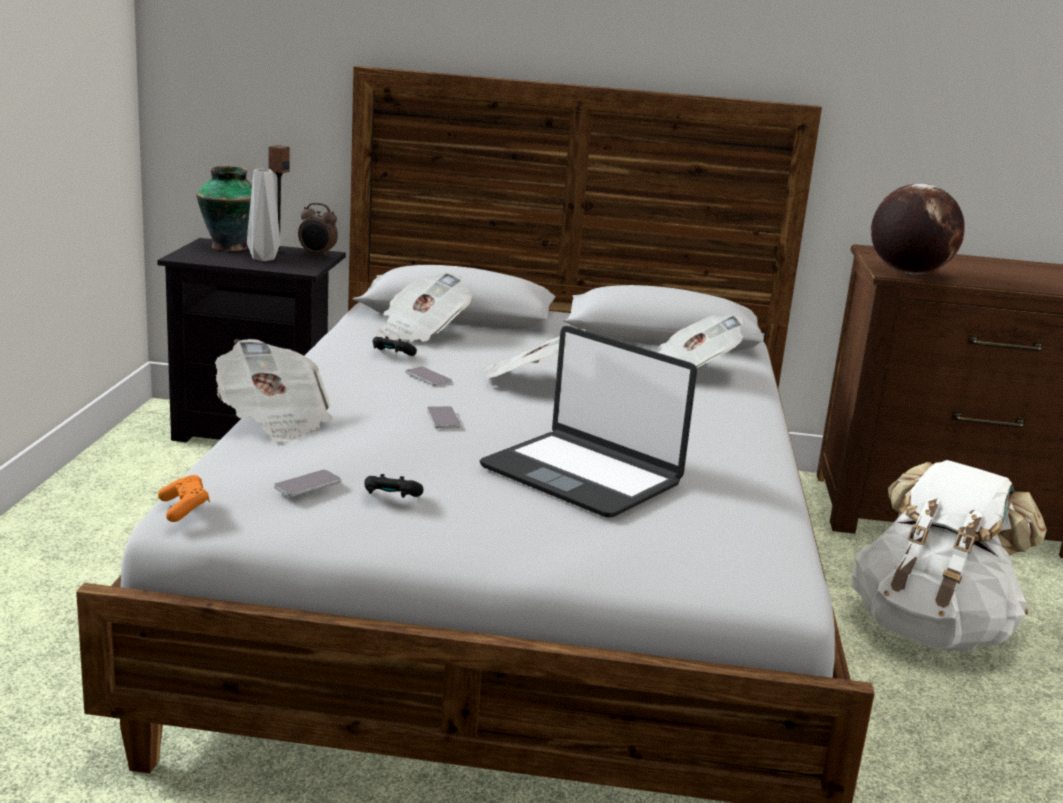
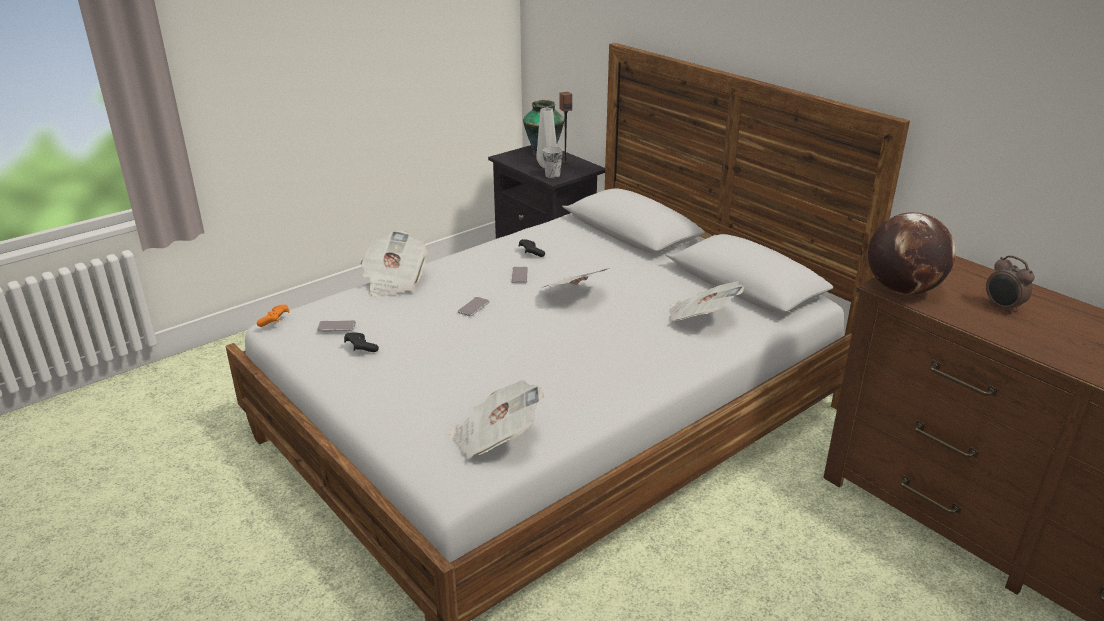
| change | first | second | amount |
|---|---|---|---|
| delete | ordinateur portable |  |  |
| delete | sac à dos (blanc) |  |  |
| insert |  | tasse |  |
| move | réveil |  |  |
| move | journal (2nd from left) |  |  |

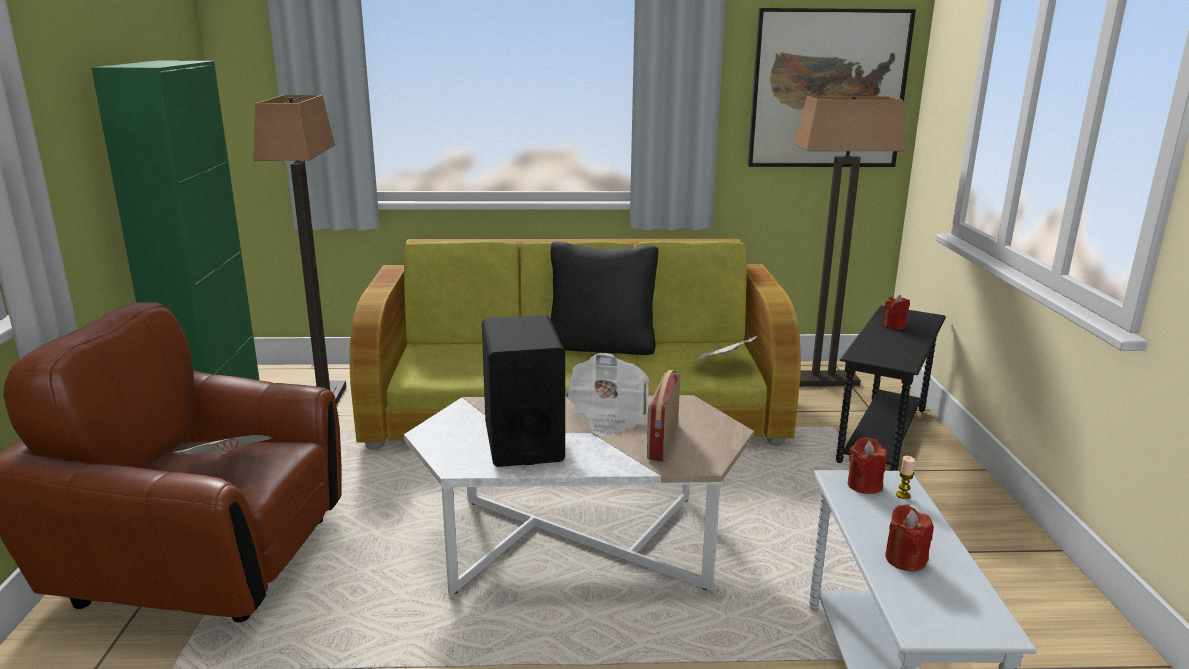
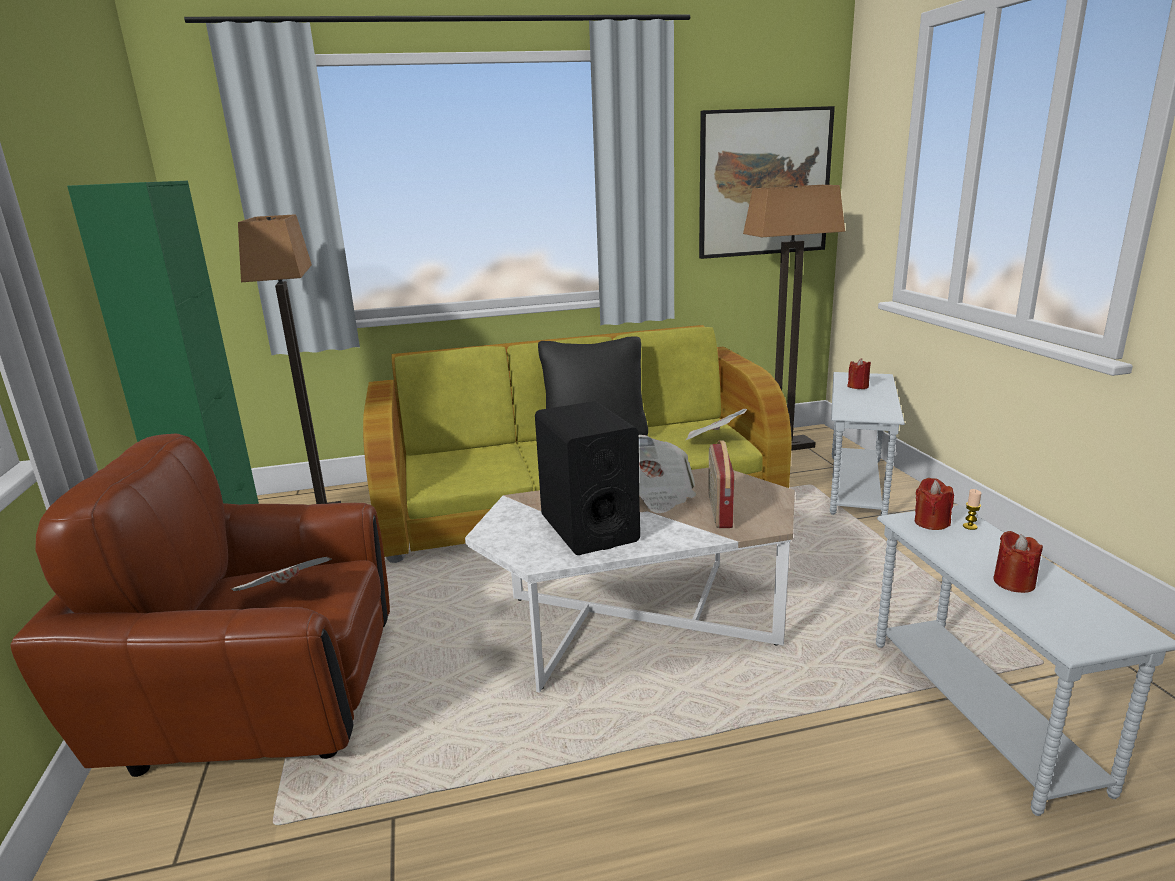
| change | first | second | amount |
|---|---|---|---|
| recolor | table d'appoint (noir) | table d'appoint (blanc) (1st from left) |  |

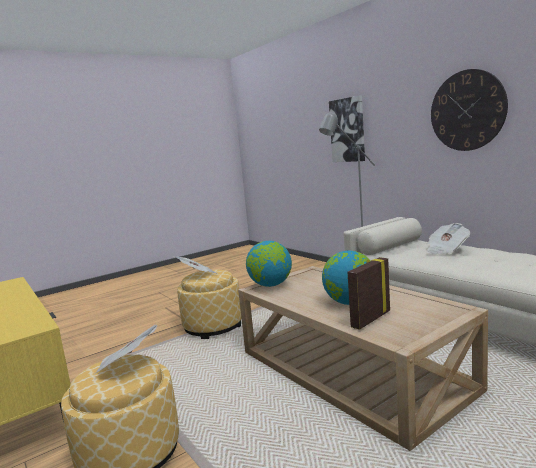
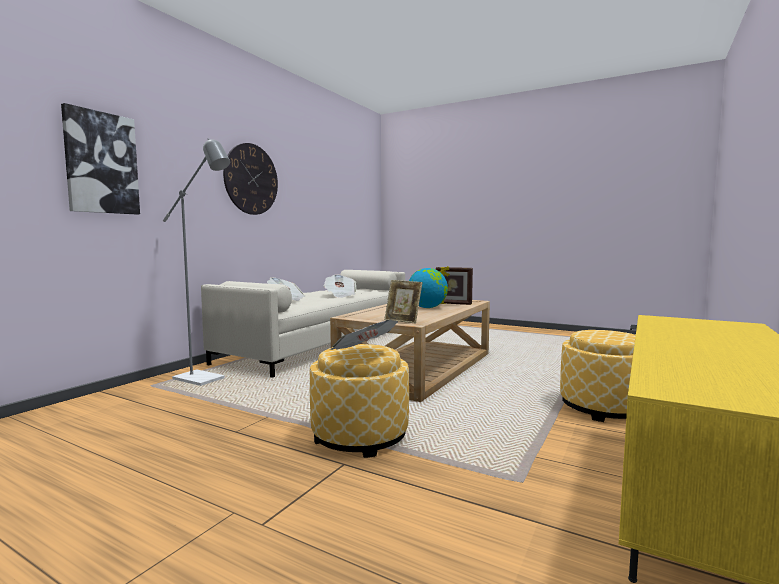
| change | first | second | amount |
|---|---|---|---|
| move | journal (1st from left in the first image) | journal (2nd from left) |  |
| replace | globe (1st from left) | cadre photo (1st from left) |  |

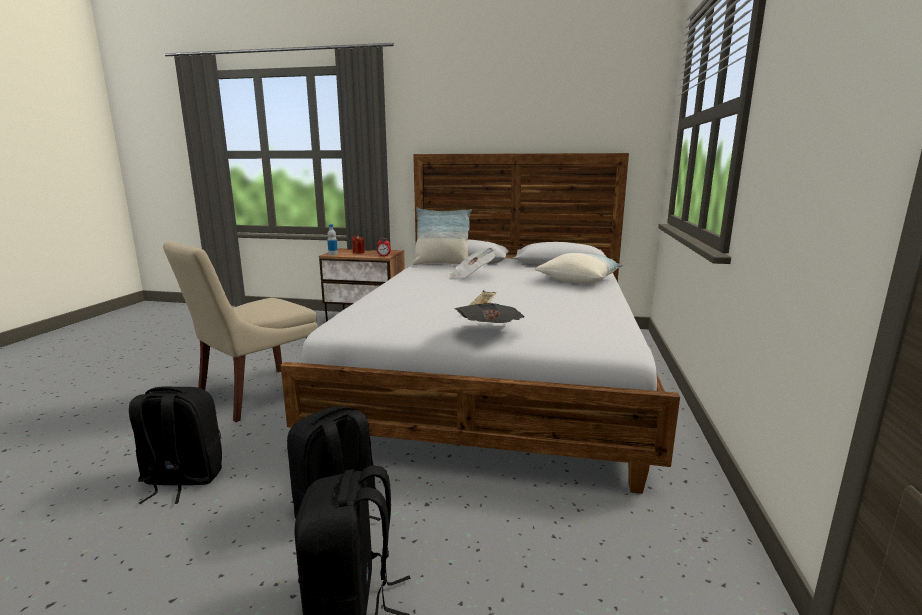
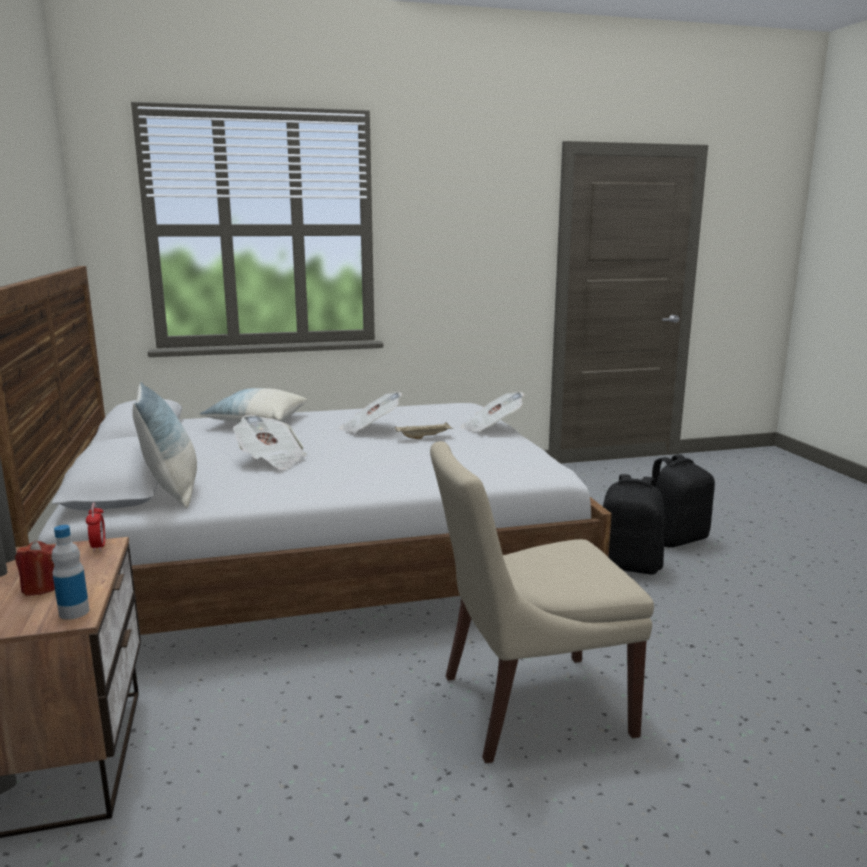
| change | first | second | amount |
|---|---|---|---|
| delete | sac à dos (noir) (1st from left) |  |  |
| insert |  | journal (2nd from left) |  |
| rotate | chaise (beige) |  | 150 degrees clockwise |

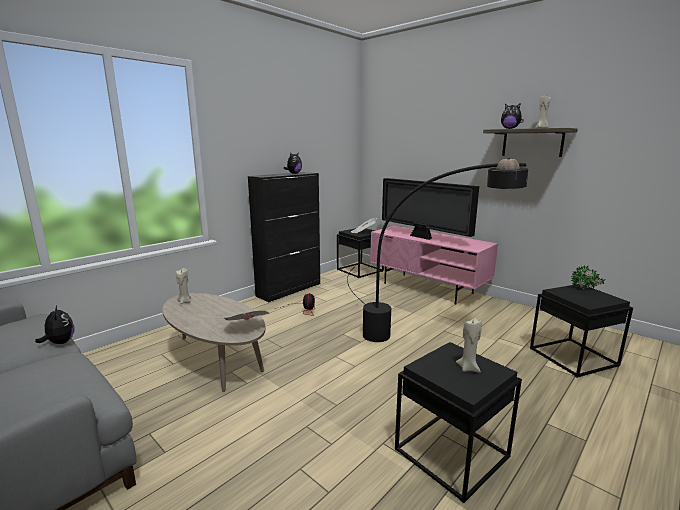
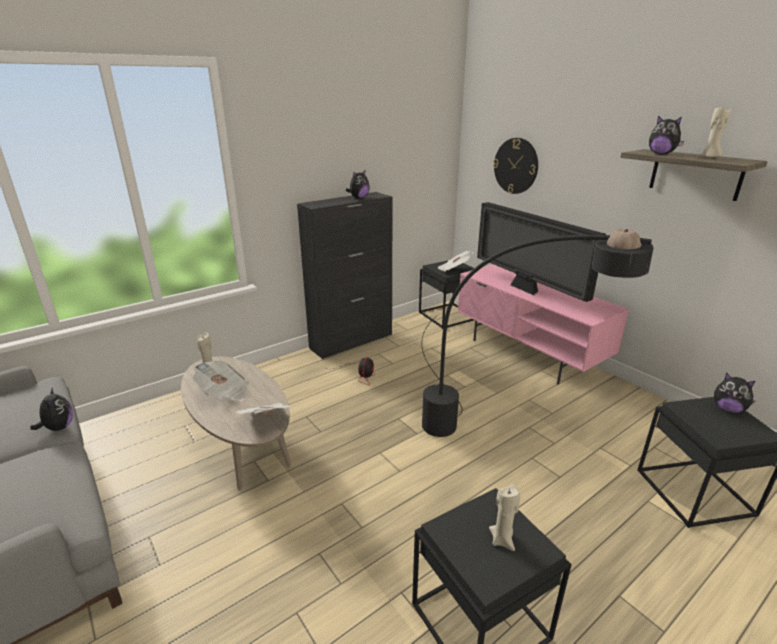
| change | first | second | amount |
|---|---|---|---|
| insert |  | journal (1st from left) |  |
| insert |  | horloge murale |  |
| replace | plante en pot | peluche (4th from left) |  |

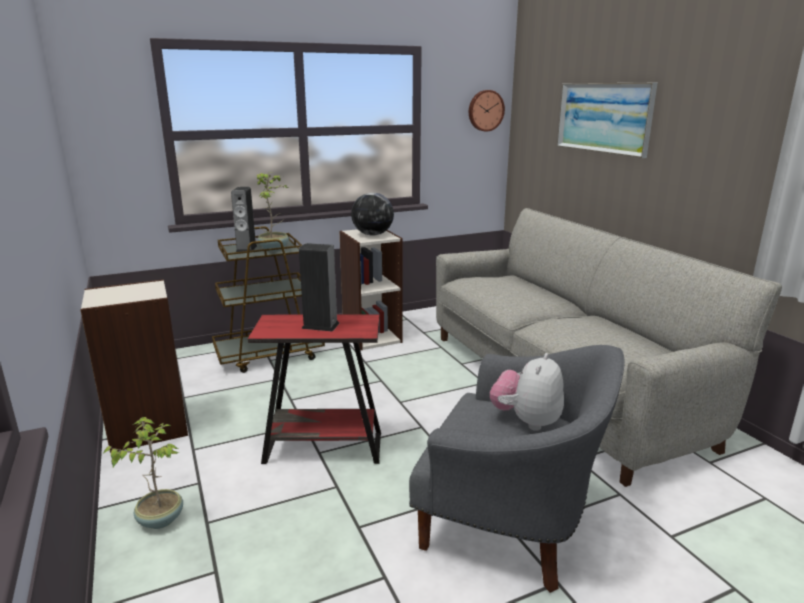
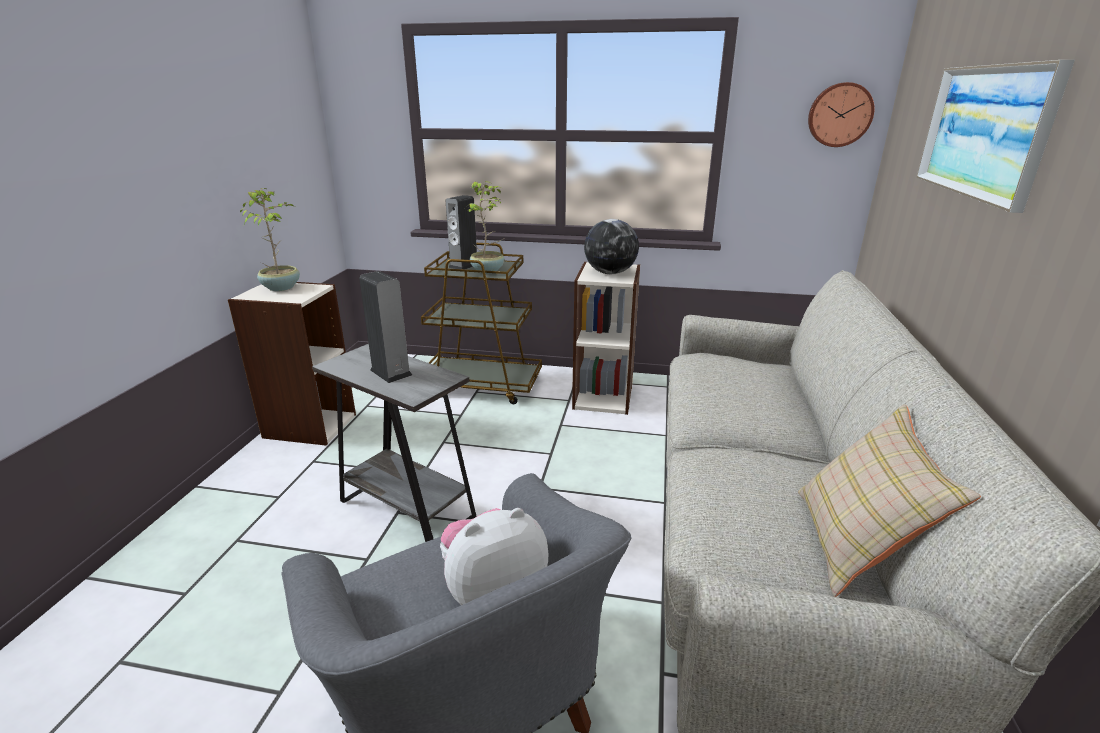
| change | first | second | amount |
|---|---|---|---|
| insert |  | coussin (beige) |  |
| move | plante en pot (1st from left) |  |  |
| recolor | table d'appoint (rouge) | table d'appoint (gris) |  |

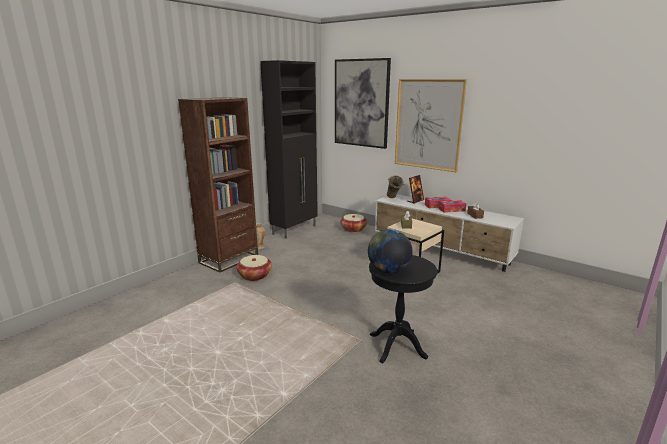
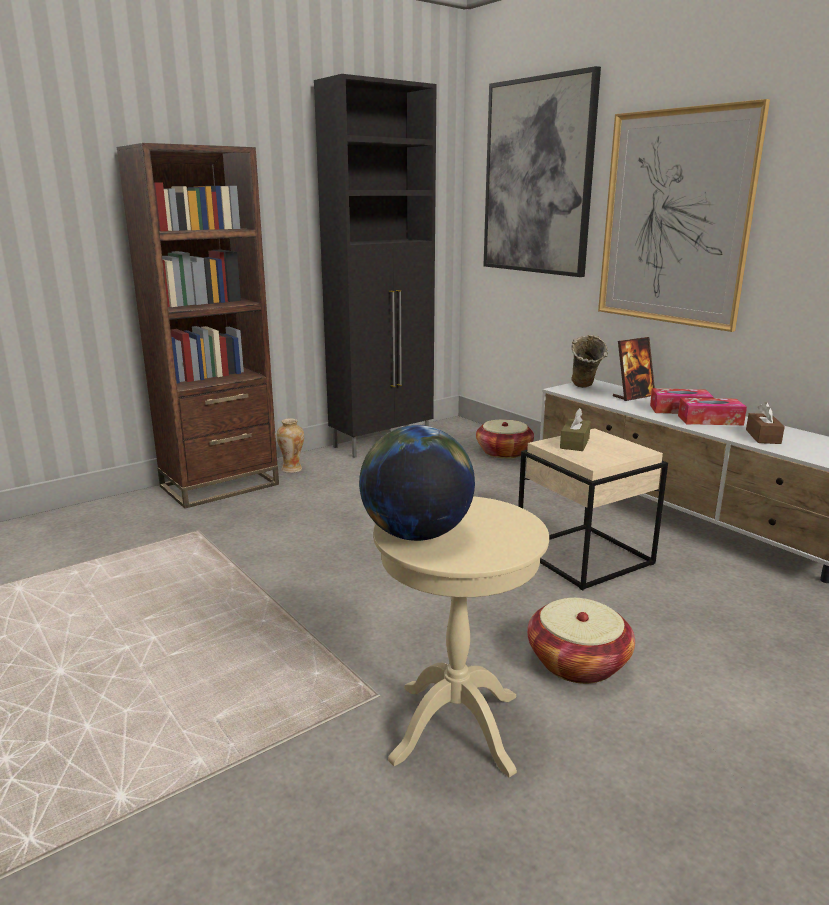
| change | first | second | amount |
|---|---|---|---|
| move | panier (1st from left in the first image) | panier (2nd from left) |  |
| recolor | table d'appoint (noir) | table d'appoint (beige) (1st from left) |  |

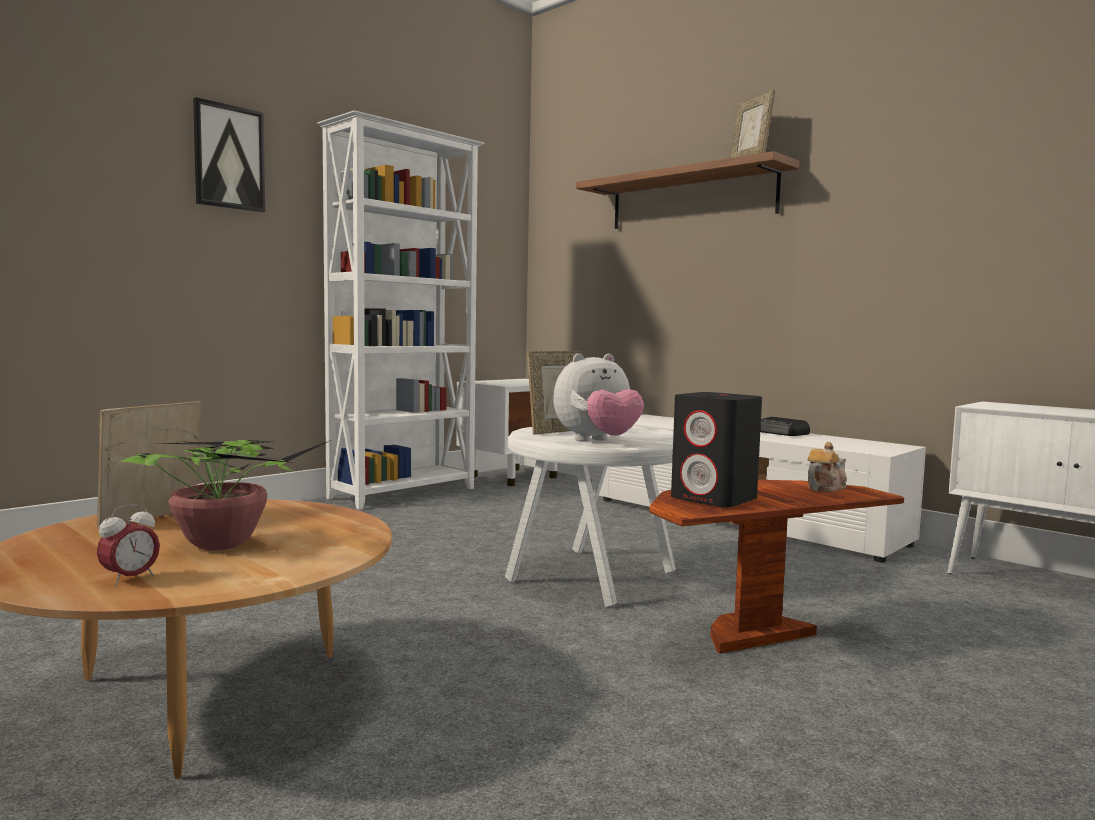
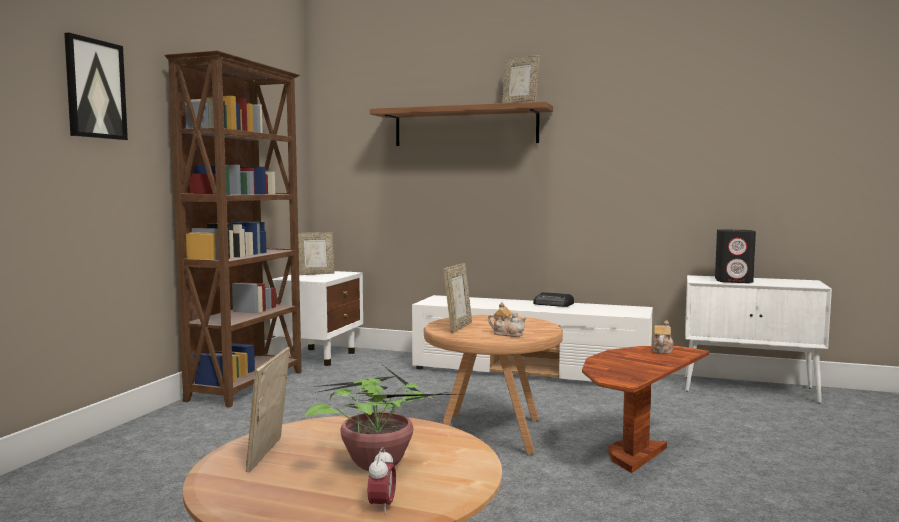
| change | first | second | amount |
|---|---|---|---|
| insert |  | cadre photo (2nd from left) |  |
| move | enceinte (noir) |  |  |
| replace | peluche | théière (1st from left) |  |
| recolor | bibliothèque (blanc) | bibliothèque (marron) |  |
| recolor | table d'appoint (blanc) | table d'appoint (marron) (1st from left) |  |

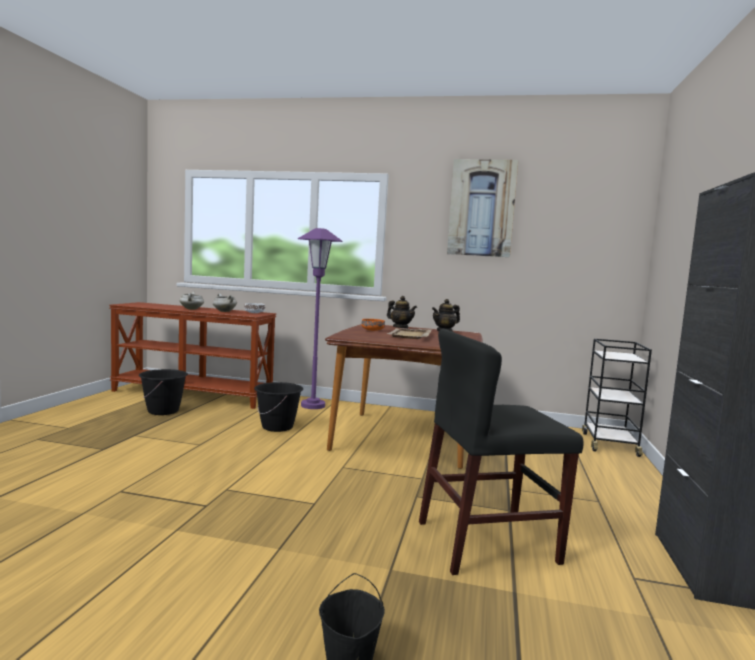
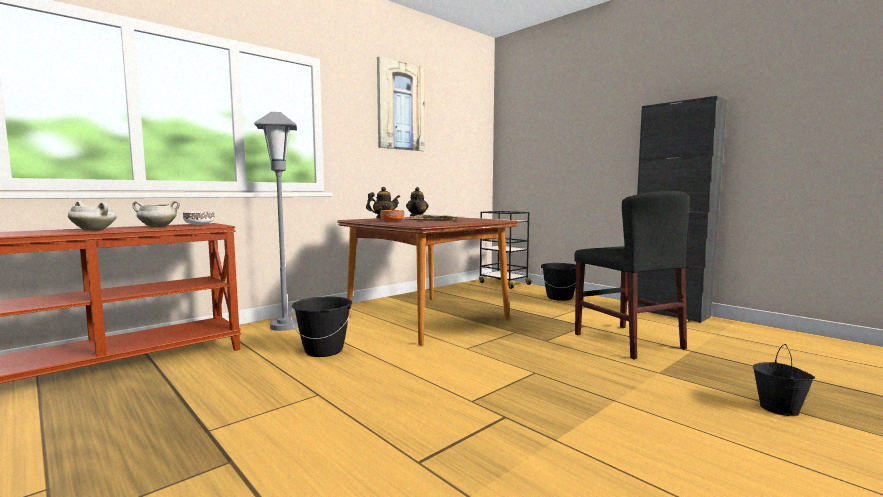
| change | first | second | amount |
|---|---|---|---|
| move | seau (noir) (1st from left in the first image) | seau (noir) (2nd from left) |  |
| recolor | lampadaire (violet) | lampadaire (gris) |  |
| rotate | chaise (noir) |  | 45 degrees counterclockwise |

